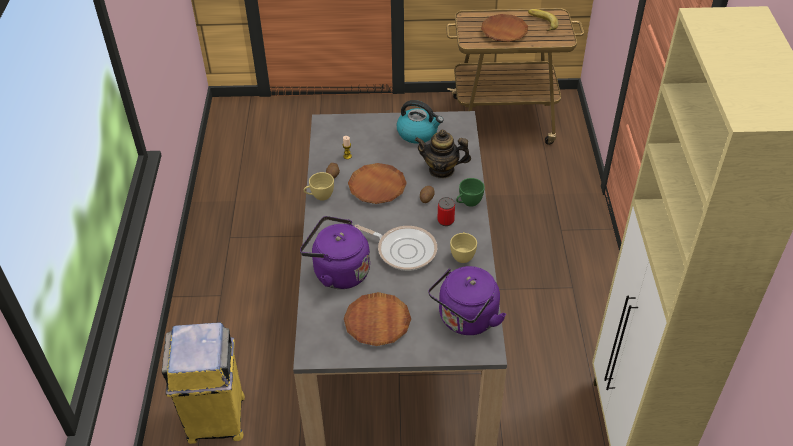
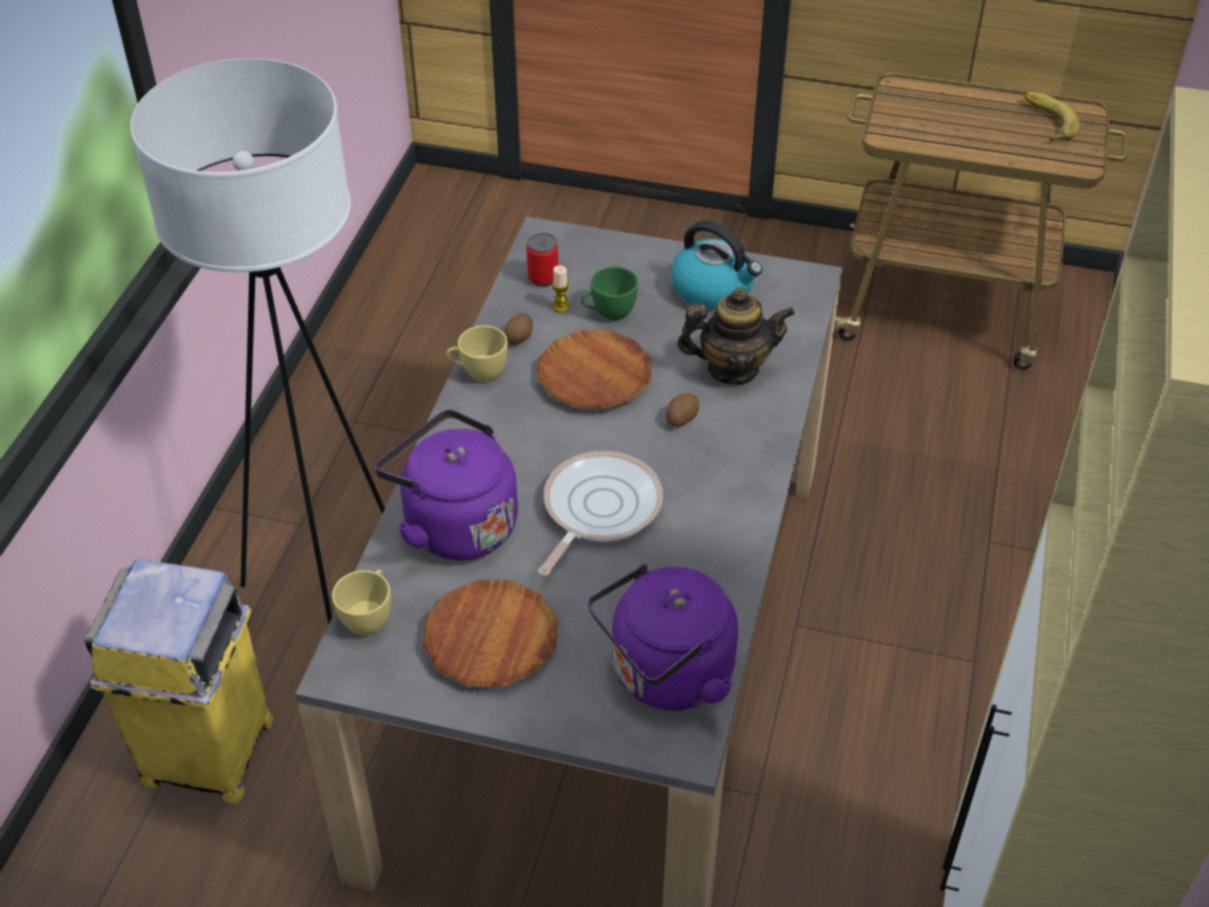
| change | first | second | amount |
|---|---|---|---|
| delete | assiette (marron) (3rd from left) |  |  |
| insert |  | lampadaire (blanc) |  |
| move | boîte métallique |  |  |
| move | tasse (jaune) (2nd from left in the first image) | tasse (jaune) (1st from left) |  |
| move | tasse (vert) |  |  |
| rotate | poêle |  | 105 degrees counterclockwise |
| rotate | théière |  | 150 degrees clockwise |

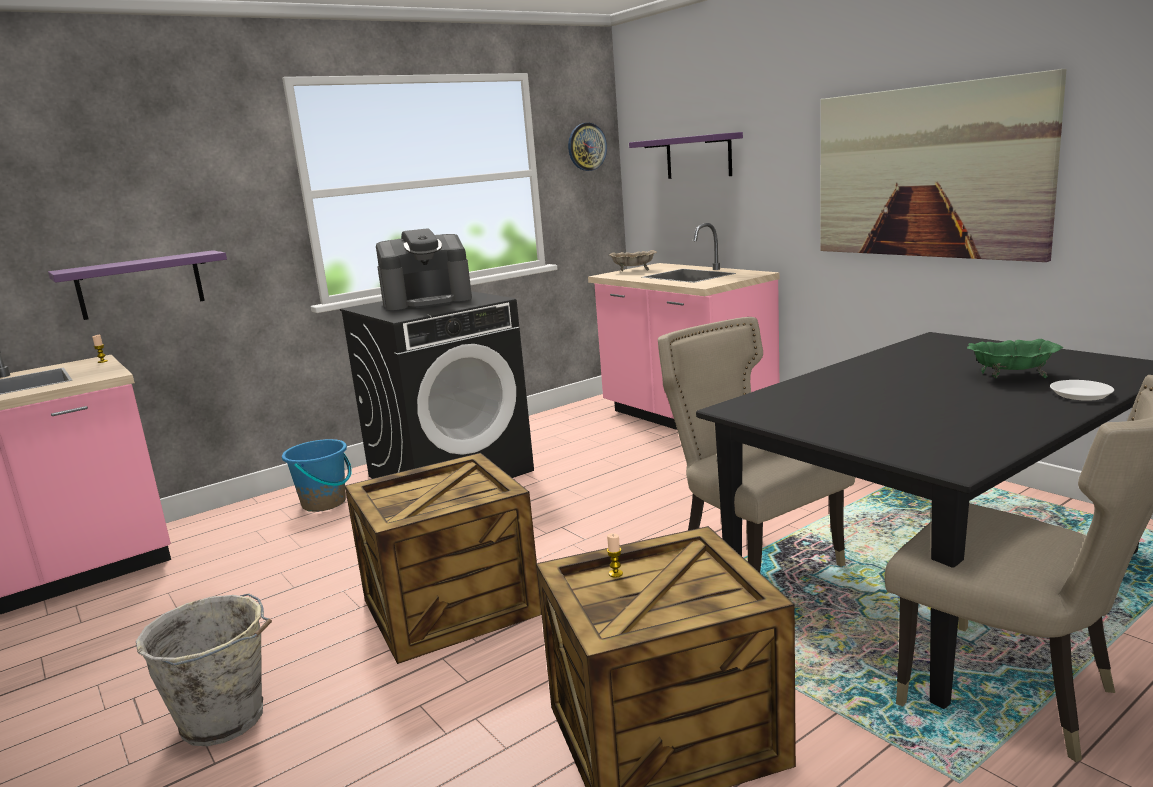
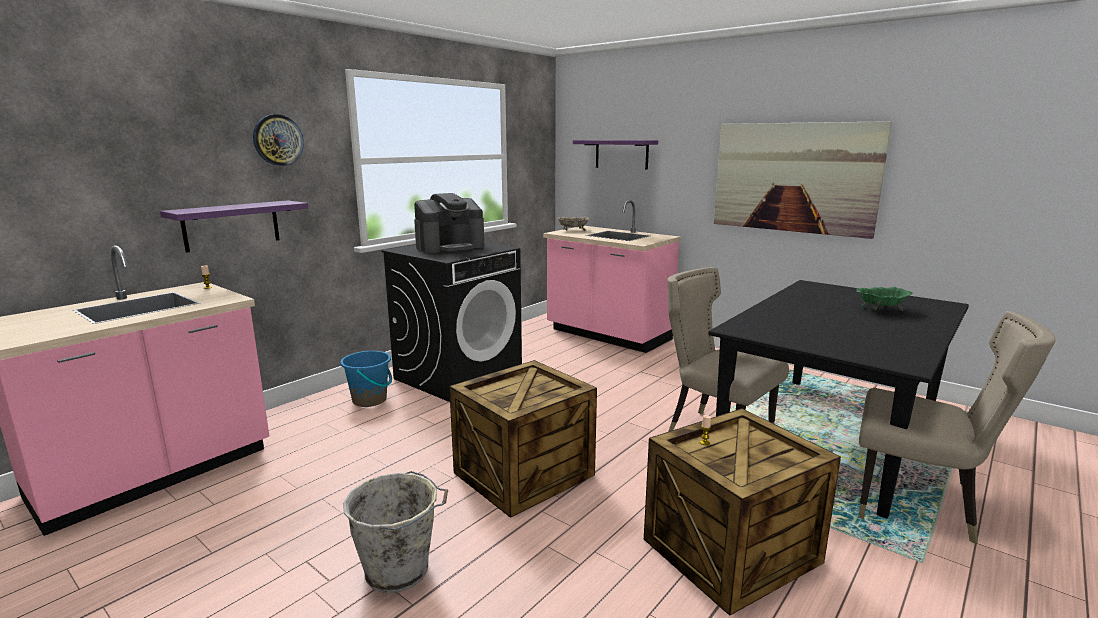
| change | first | second | amount |
|---|---|---|---|
| delete | assiette (blanc) |  |  |
| move | horloge murale |  |  |

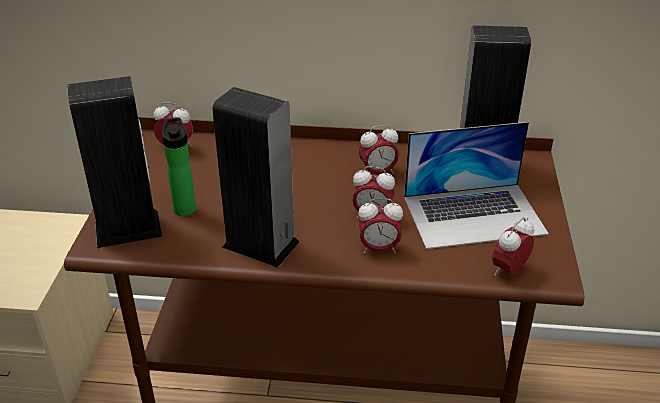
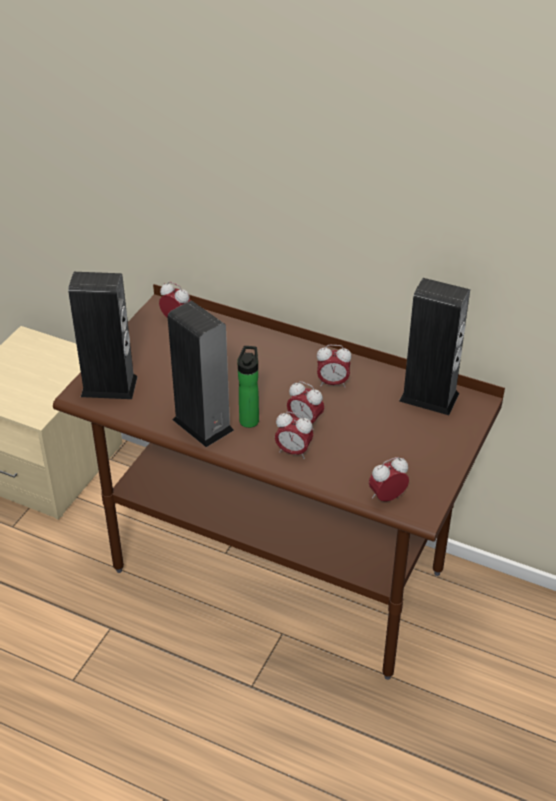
| change | first | second | amount |
|---|---|---|---|
| delete | ordinateur portable |  |  |
| move | bouteille |  |  |

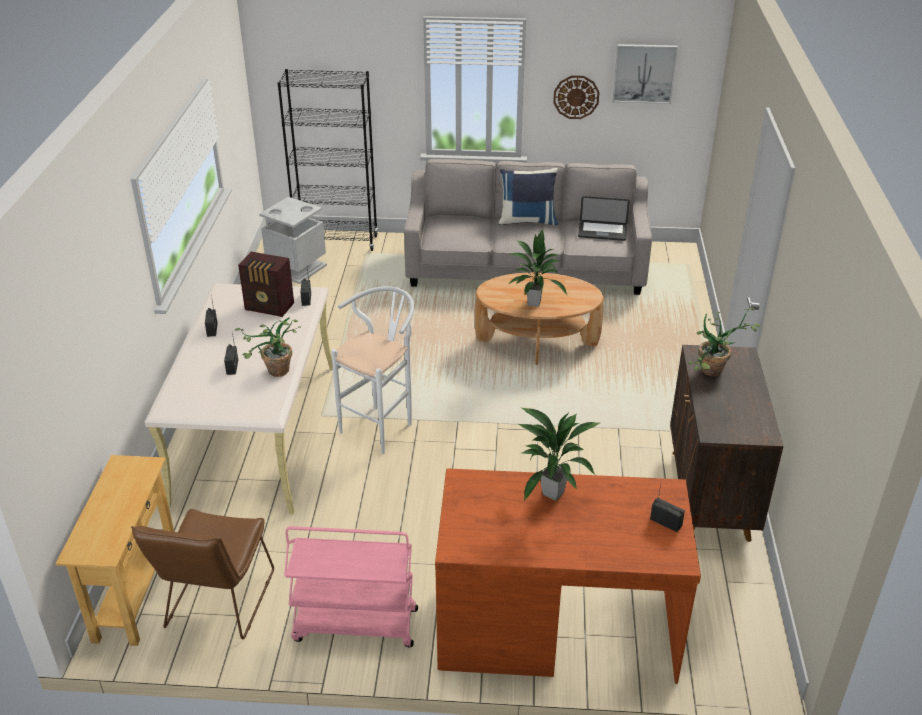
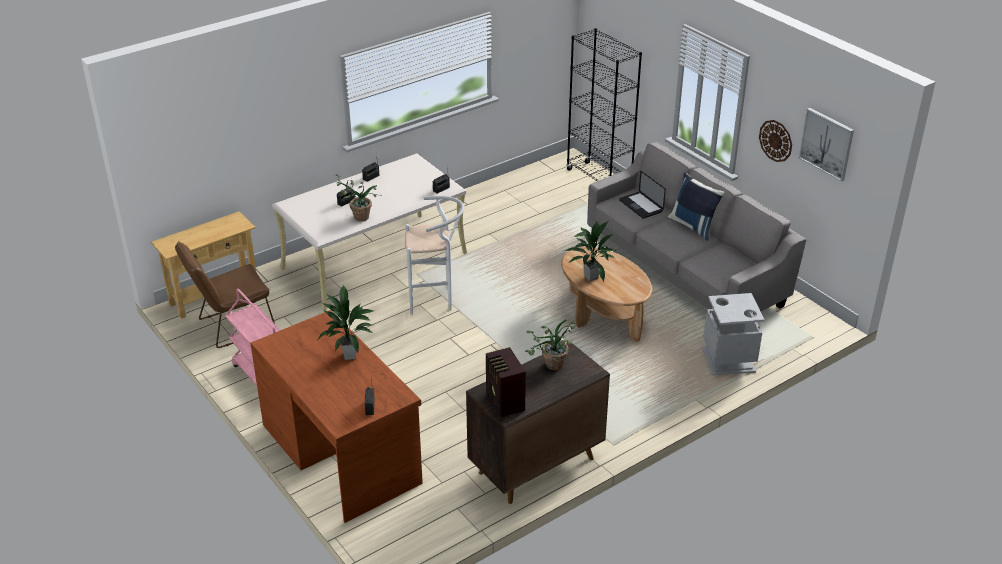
| change | first | second | amount |
|---|---|---|---|
| move | radio (3rd from left in the first image) | radio (5th from left) |  |
| move | poubelle (gris) |  |  |
| move | ordinateur portable |  |  |

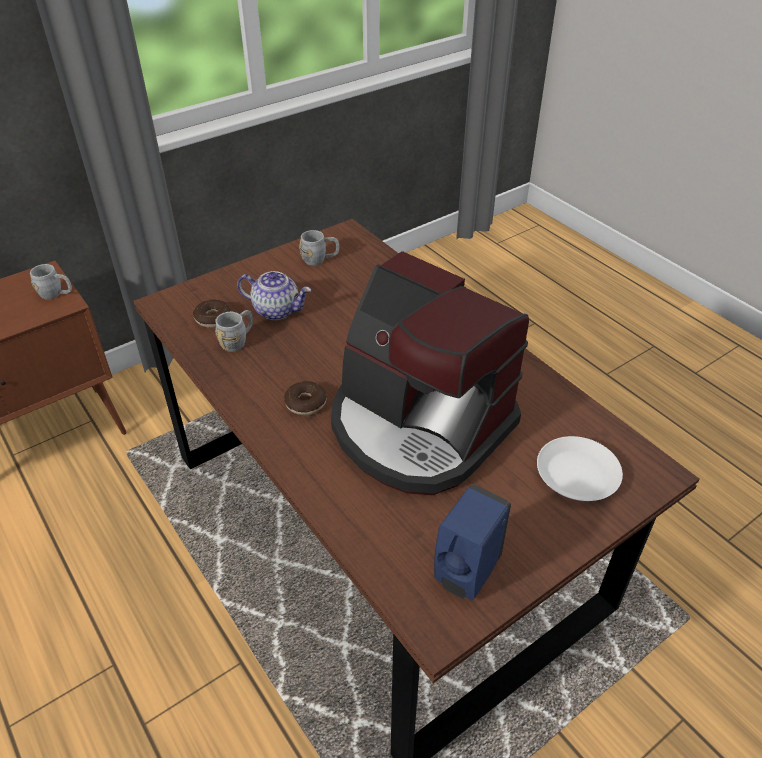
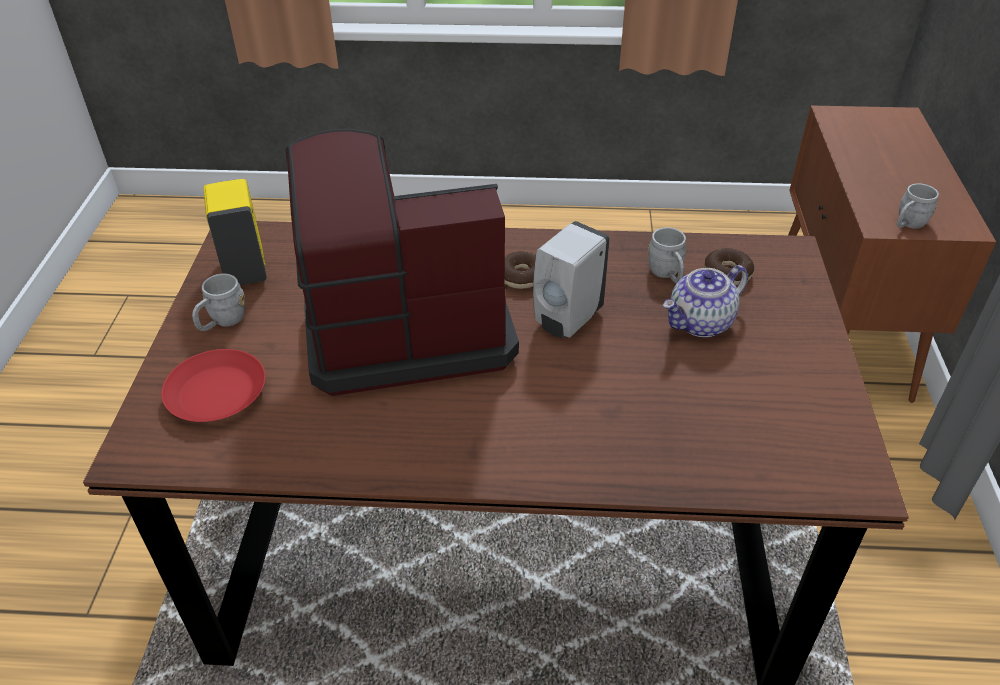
| change | first | second | amount |
|---|---|---|---|
| insert |  | distributeur de savon (blanc) |  |
| move | mug (gris) (3rd from left in the first image) | mug (gris) (1st from left) |  |
| recolor | distributeur de savon (bleu) | distributeur de savon (jaune) |  |
| recolor | assiette (blanc) | assiette (rouge) |  |

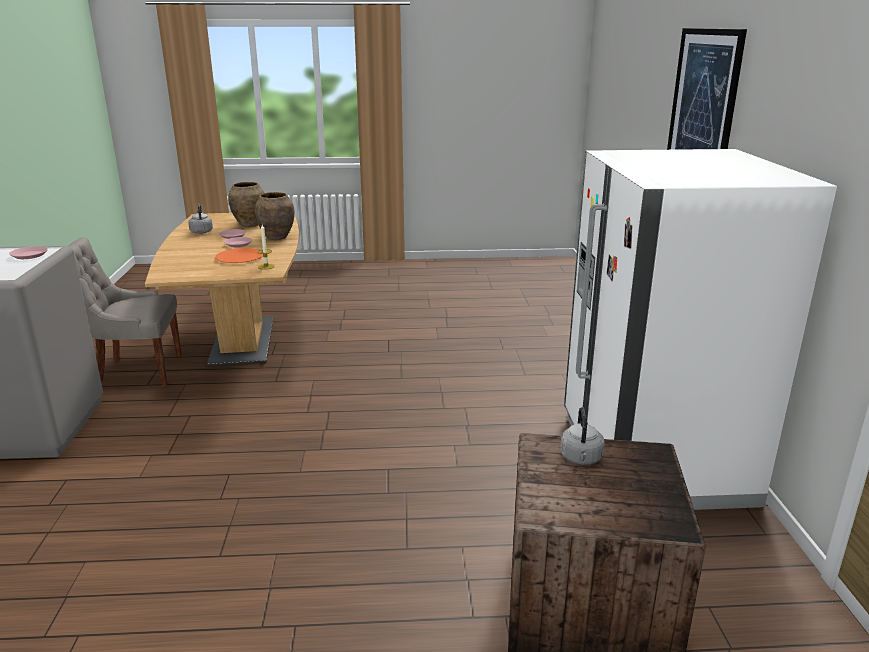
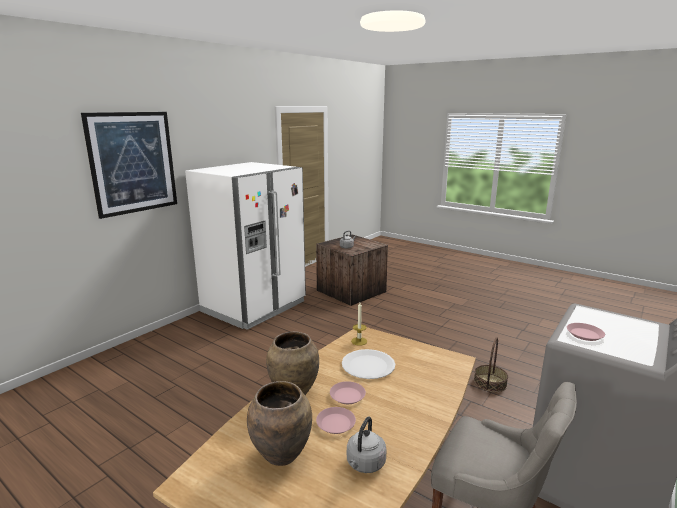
| change | first | second | amount |
|---|---|---|---|
| insert |  | panier |  |
| recolor | assiette (orange) | assiette (blanc) |  |

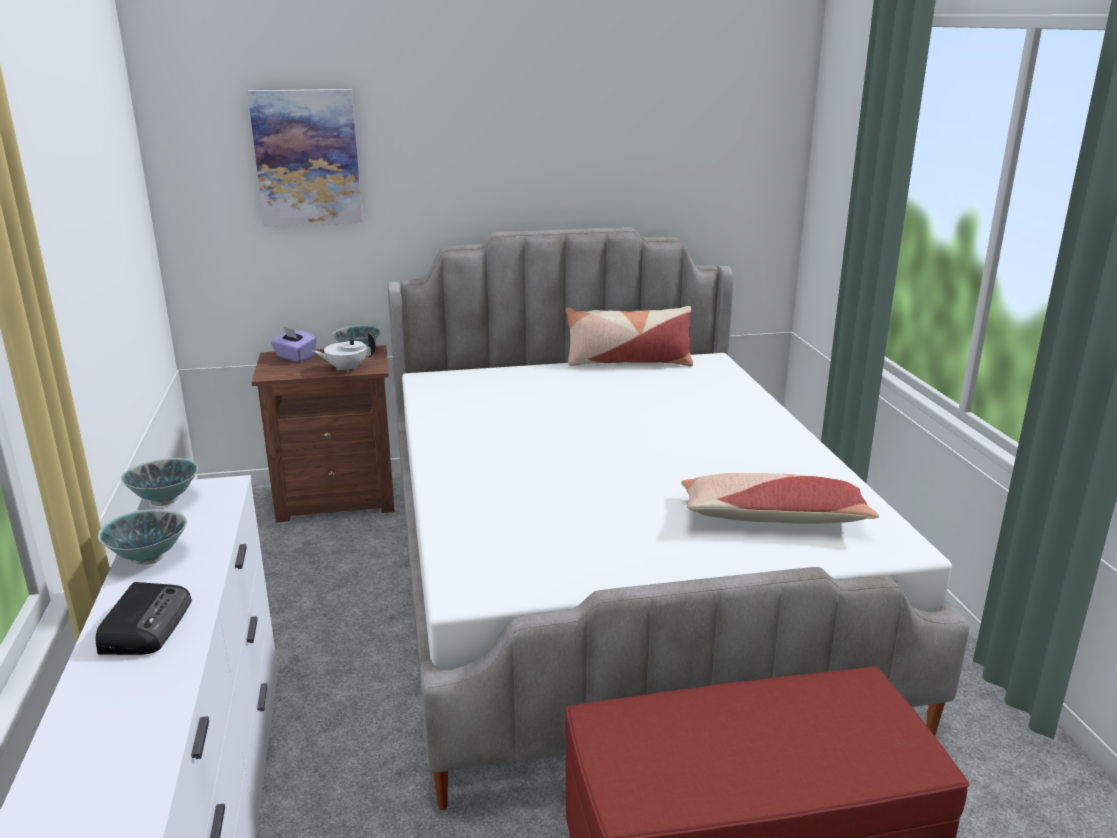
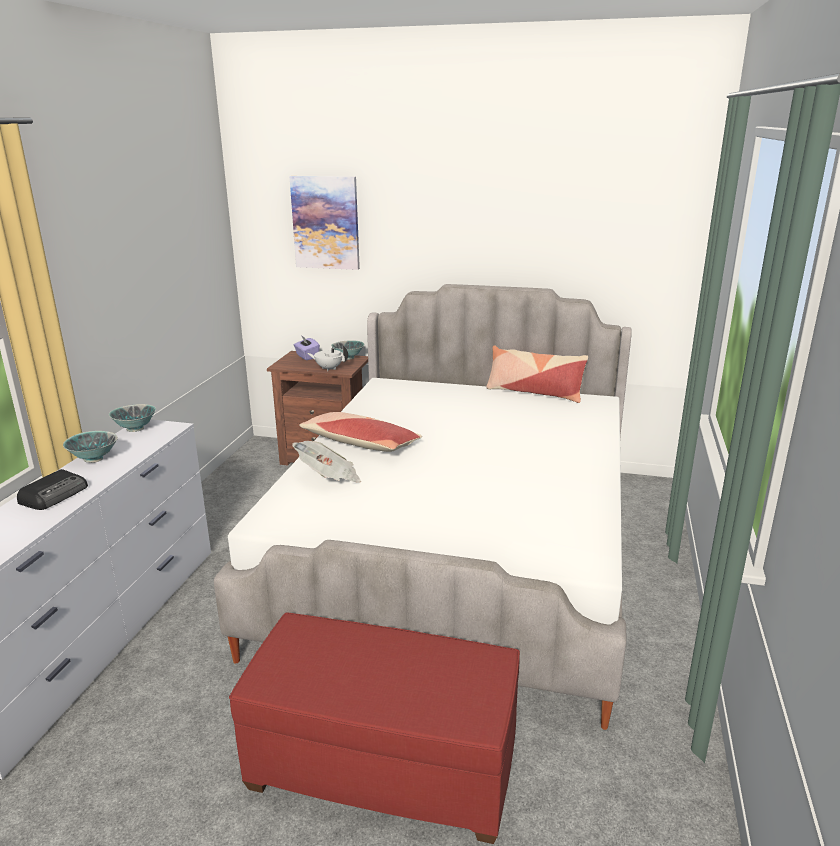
| change | first | second | amount |
|---|---|---|---|
| insert |  | journal |  |
| move | coussin (2nd from left in the first image) | coussin (1st from left) |  |

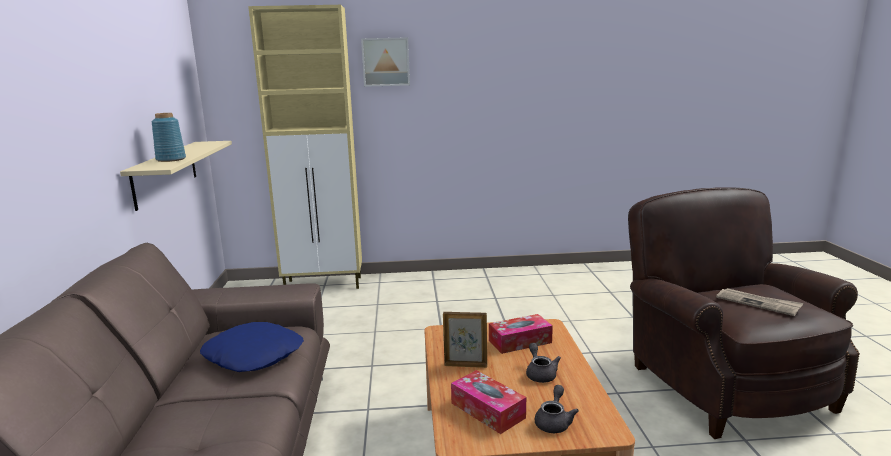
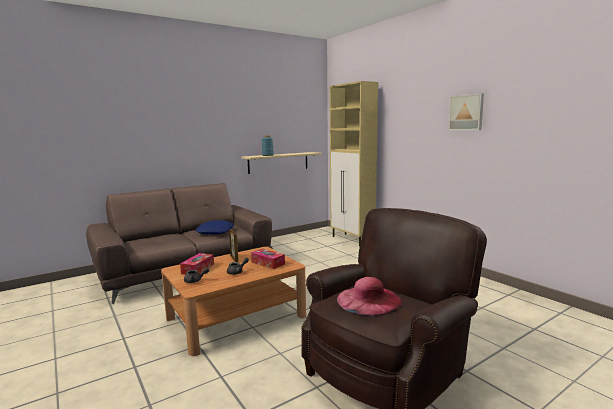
| change | first | second | amount |
|---|---|---|---|
| move | tableau |  |  |
| replace | journal | chapeau (rose) |  |

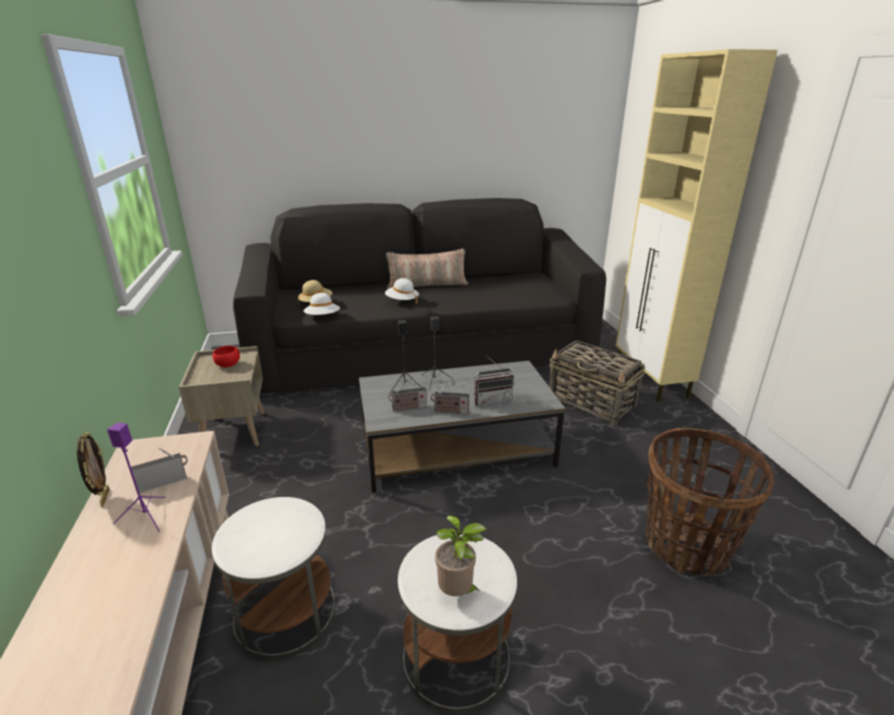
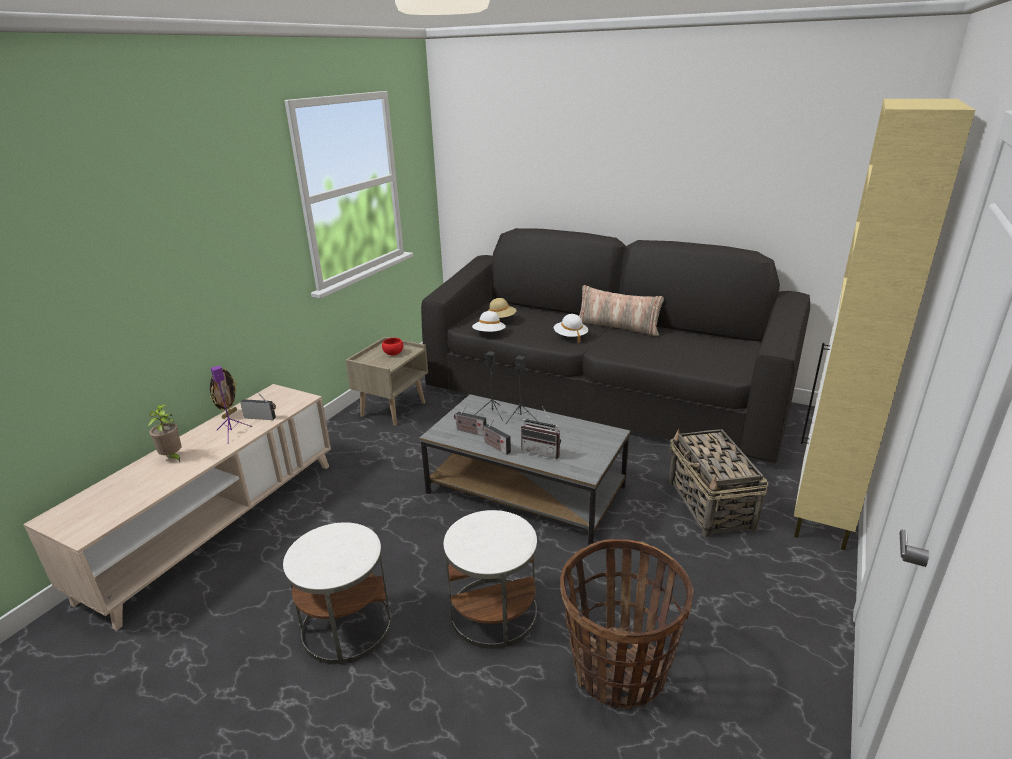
| change | first | second | amount |
|---|---|---|---|
| move | table d'appoint (blanc) (1st from left in the first image) | table d'appoint (blanc) (2nd from left) |  |
| move | plante en pot |  |  |

